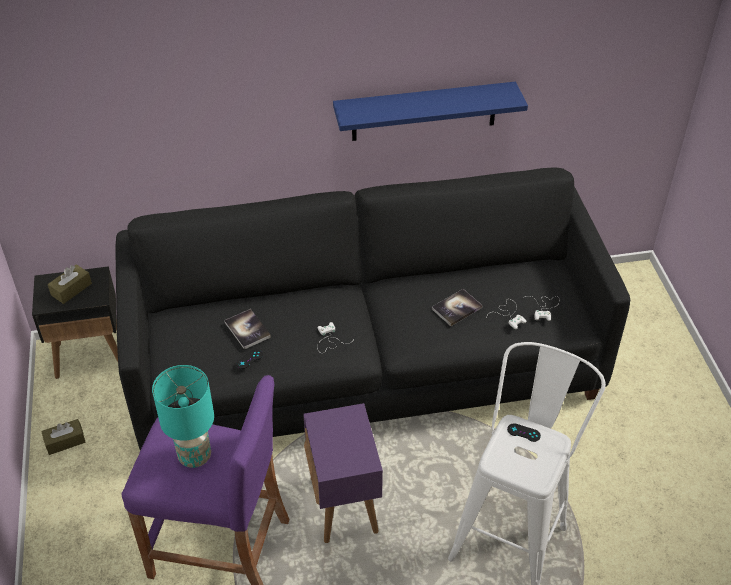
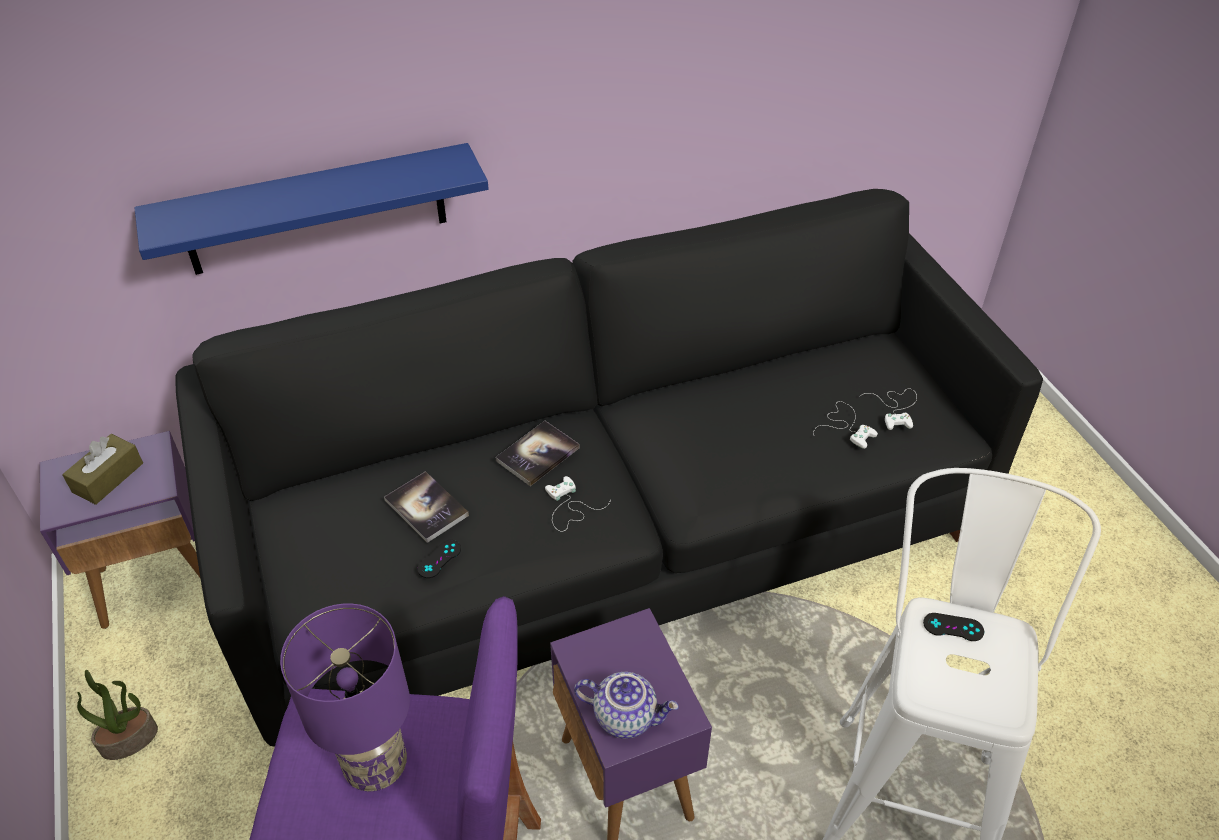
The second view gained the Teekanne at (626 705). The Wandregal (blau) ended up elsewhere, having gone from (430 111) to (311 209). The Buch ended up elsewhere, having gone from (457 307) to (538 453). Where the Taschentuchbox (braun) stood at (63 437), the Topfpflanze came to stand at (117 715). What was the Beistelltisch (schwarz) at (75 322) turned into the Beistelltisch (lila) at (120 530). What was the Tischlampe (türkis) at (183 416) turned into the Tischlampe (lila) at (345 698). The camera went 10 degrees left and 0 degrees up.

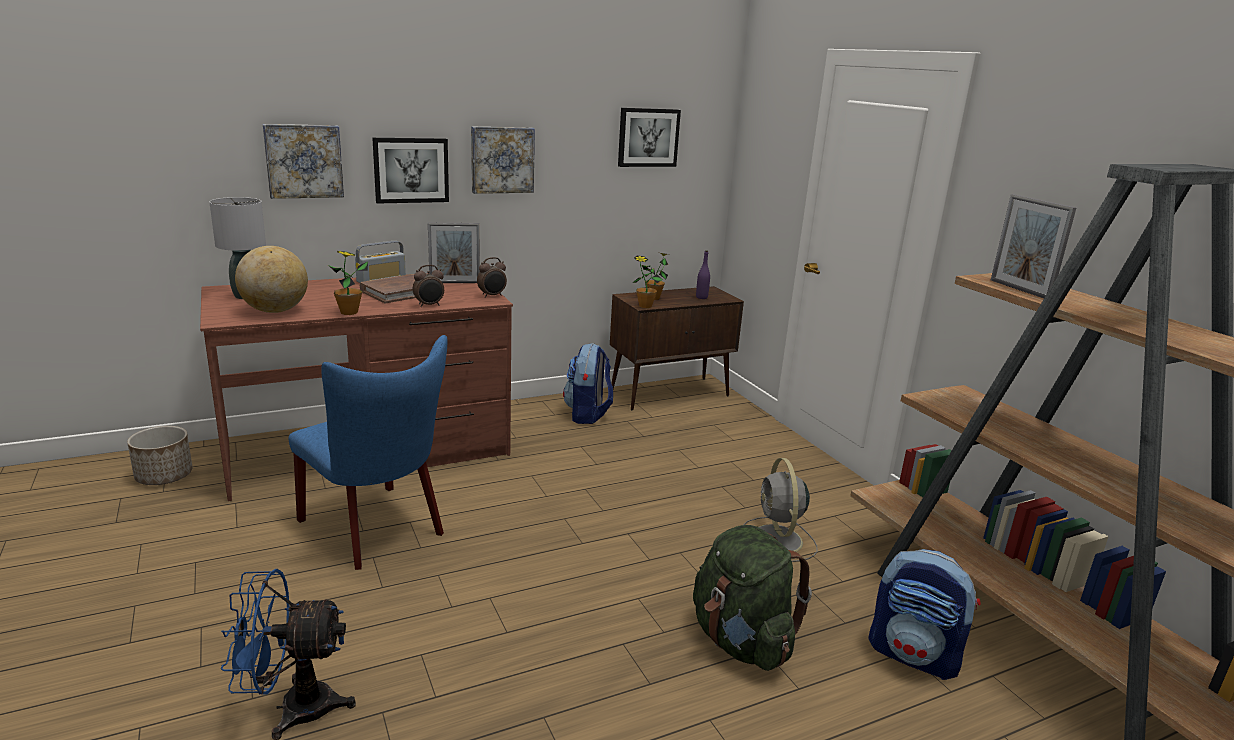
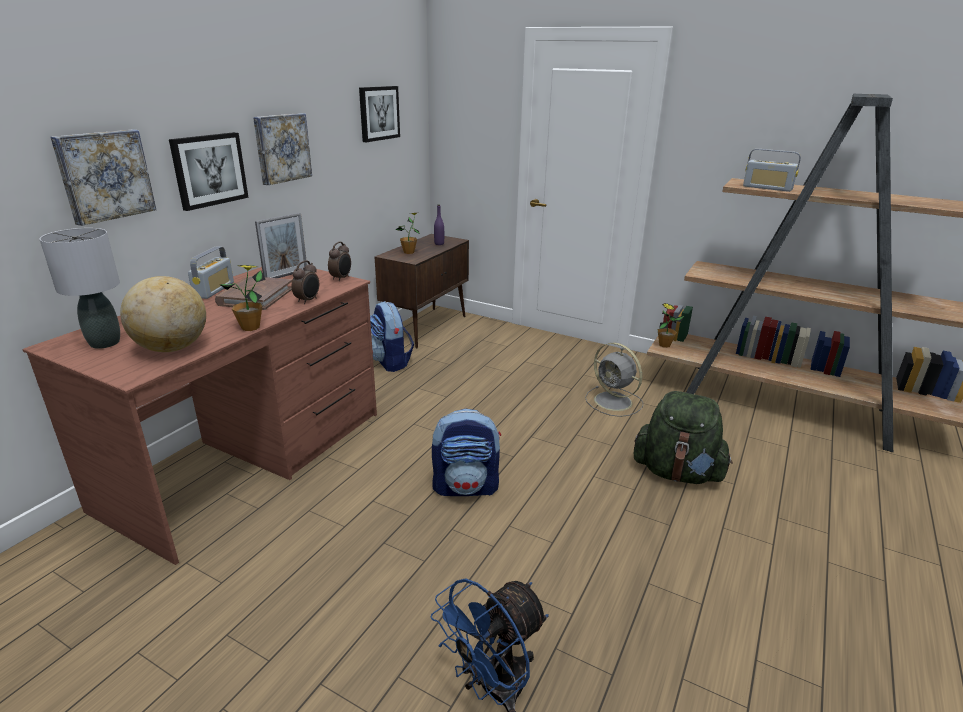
The second view lost the Pflanzkübel at (160 455). The second view lost the Stuhl (blau) at (368 452). The Topfpflanze ended up elsewhere, having gone from (648 282) to (671 325). The Rucksack ended up elsewhere, having gone from (925 614) to (466 452). Where the Bilderrahmen stood at (1033 246), the Radio came to stand at (772 170). The camera went 35 degrees left and 5 degrees up.

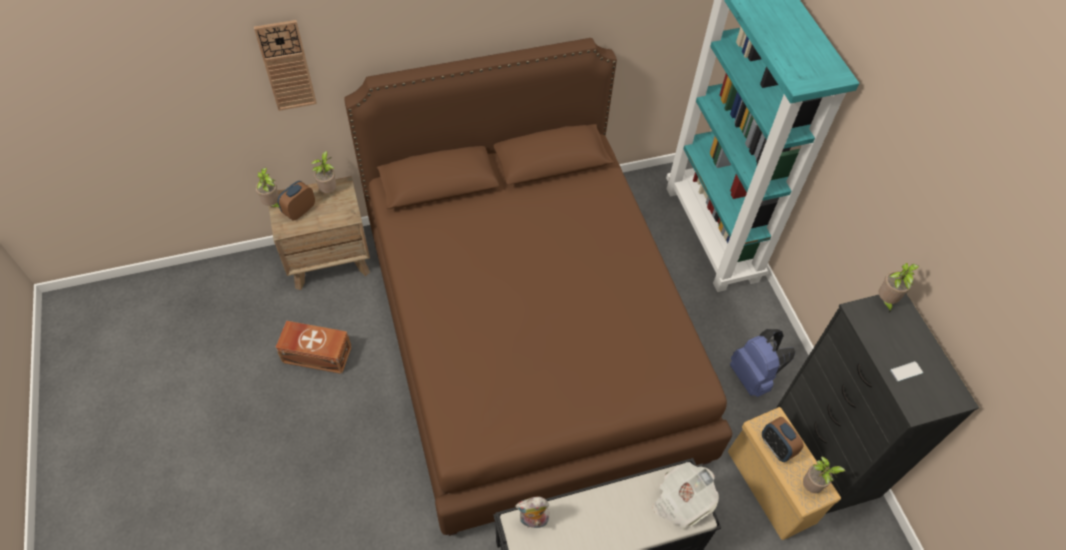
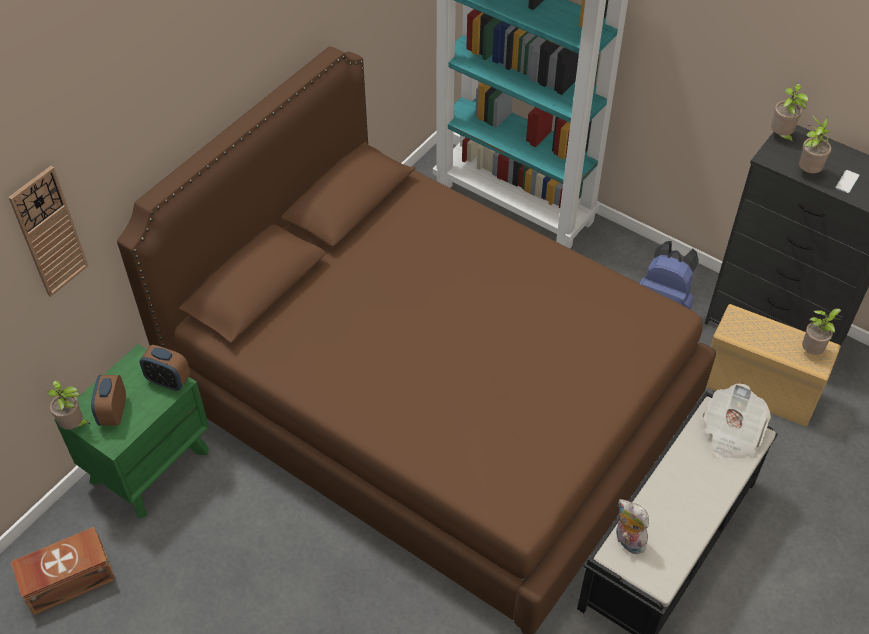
The Aufbewahrungsbox (braun) ended up elsewhere, having gone from (313 347) to (63 571). The Topfpflanze ended up elsewhere, having gone from (323 172) to (814 144). The Wecker ended up elsewhere, having gone from (783 439) to (165 368). What was the Nachttisch (braun) at (319 233) turned into the Nachttisch (grün) at (131 431). The Plüschtier at (532 512) ended up facing another way, 90 degrees clockwise from before. The camera went 35 degrees left and 5 degrees down.

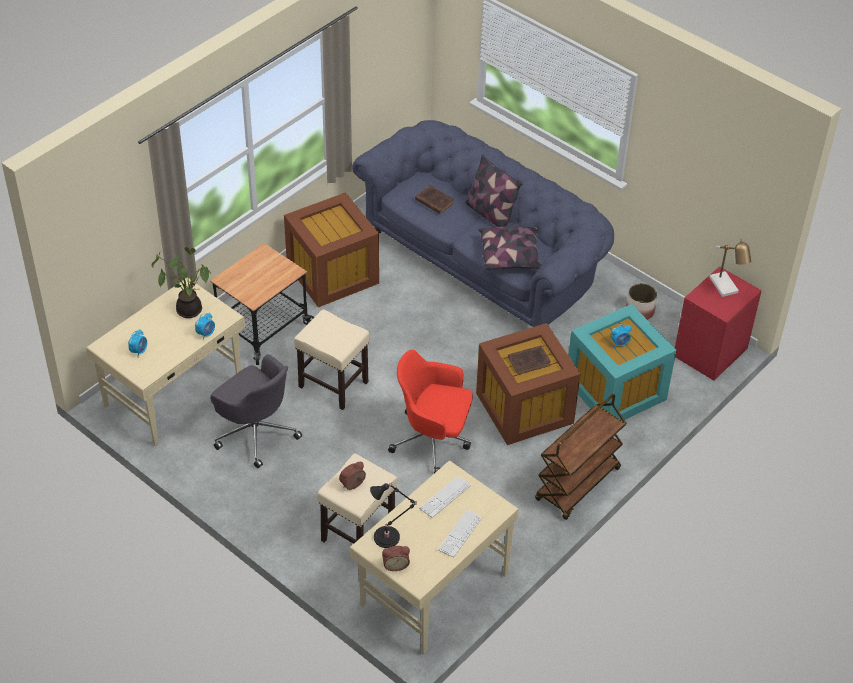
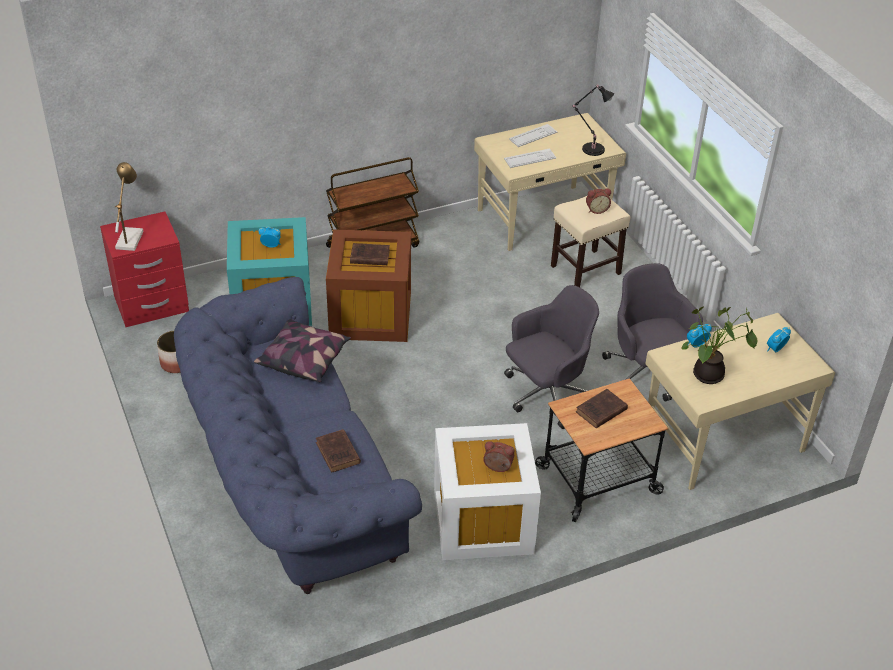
The second view lost the Bürostuhl (rot) at (430 411). The second view lost the Kissen at (494 190). The second view gained the Buch (braun) at (602 408). The Wecker ended up elsewhere, having gone from (396 558) to (498 456). Where the Hocker (beige) stood at (331 359), the Bürostuhl (grau) came to stand at (551 357). What was the Aufbewahrungsbox (braun) at (331 249) turned into the Aufbewahrungsbox (weiß) at (487 491). The camera went 155 degrees left and 5 degrees down.

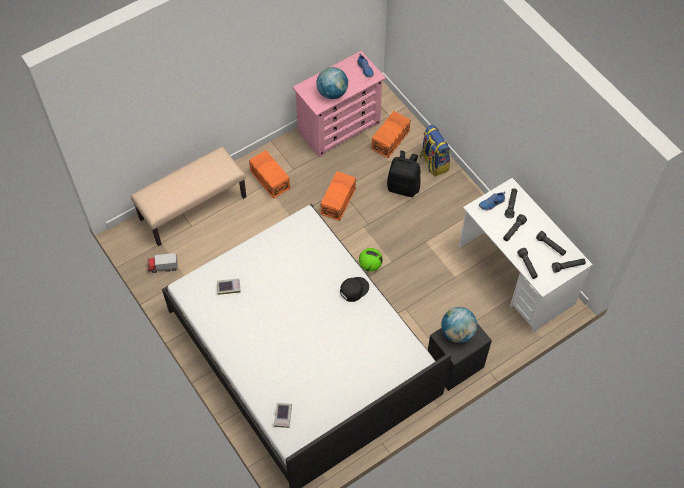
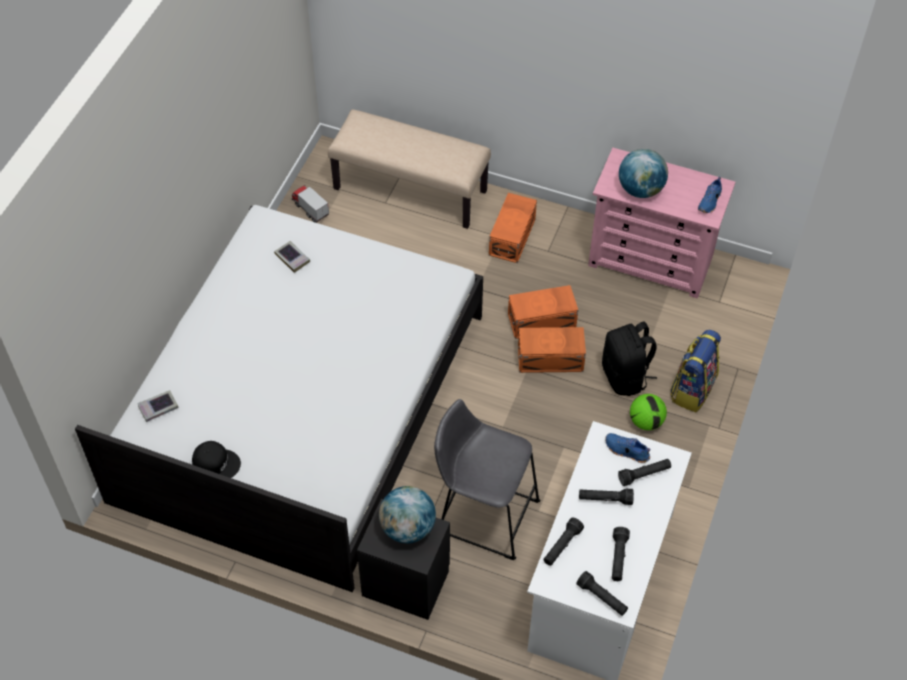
The second view gained the Hocker (grau) at (487 479). The Kappe (schwarz) ended up elsewhere, having gone from (354 289) to (216 459). The Fußball ended up elsewhere, having gone from (371 260) to (648 412). The Aufbewahrungsbox (orange) ended up elsewhere, having gone from (391 134) to (552 350). The camera went 55 degrees right and 5 degrees down.

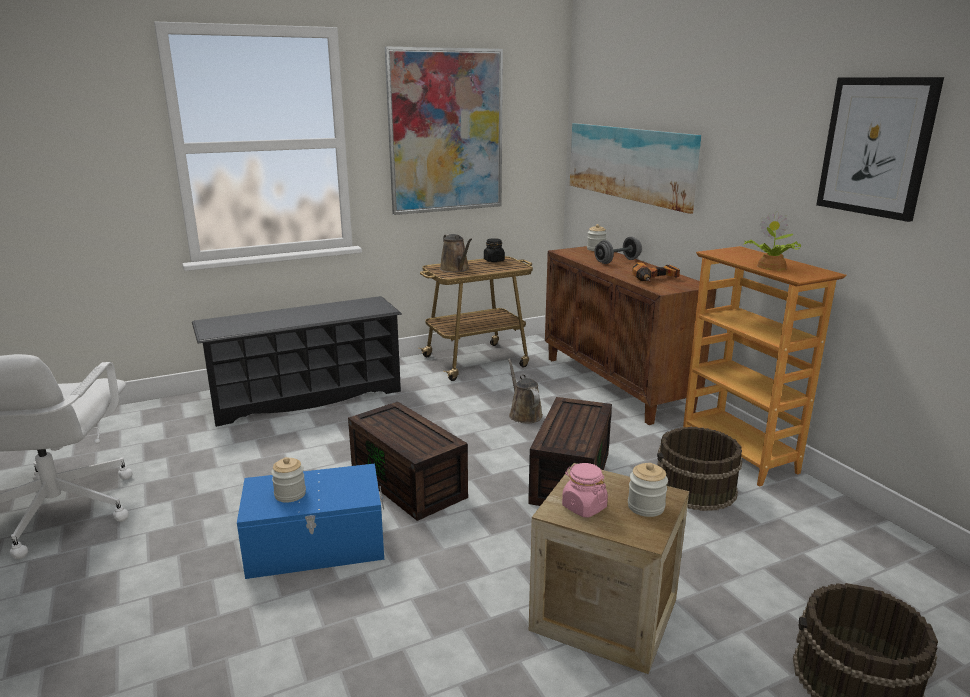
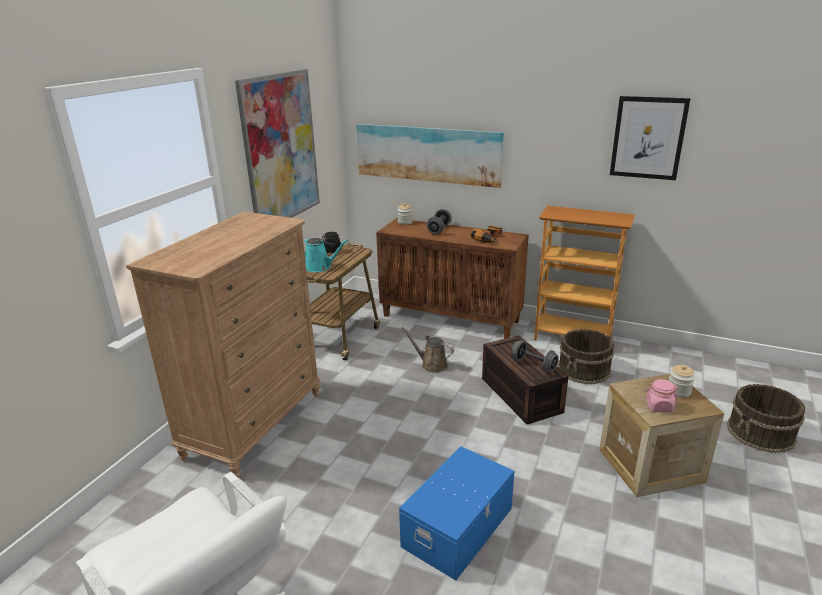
The second view lost the Vorratsglas at (288 480). The second view lost the Aufbewahrungsbox (braun) at (408 461). The second view lost the Topfpflanze at (772 240). The second view gained the Hantel (grau) at (535 356). Where the Schuhregal (schwarz) stood at (297 361), the Kommode (braun) came to stand at (223 345). What was the Gießkanne (braun) at (456 253) turned into the Gießkanne (türkis) at (325 255). The camera went 40 degrees left and 5 degrees up.

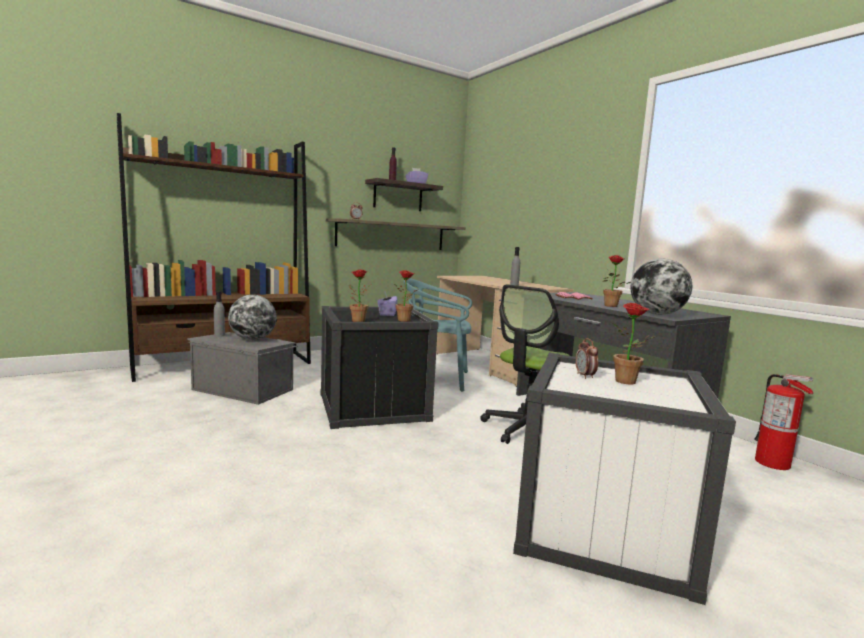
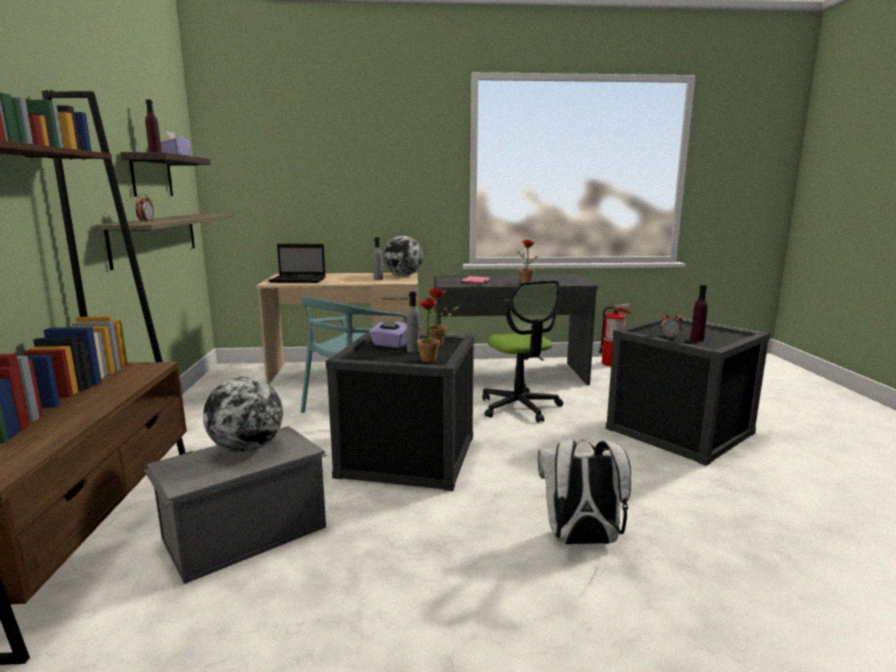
The second view lost the Topfpflanze at (634 344). The second view gained the Laptop at (297 263). The second view gained the Rucksack (weiß) at (584 492). The second view gained the Flasche (lila) at (699 313). The Flasche (grau) ended up elsewhere, having gone from (219 314) to (413 322). The Globus ended up elsewhere, having gone from (661 287) to (403 256). What was the Aufbewahrungsbox (weiß) at (624 479) turned into the Aufbewahrungsbox (schwarz) at (688 391). The camera went 60 degrees left and 5 degrees up.

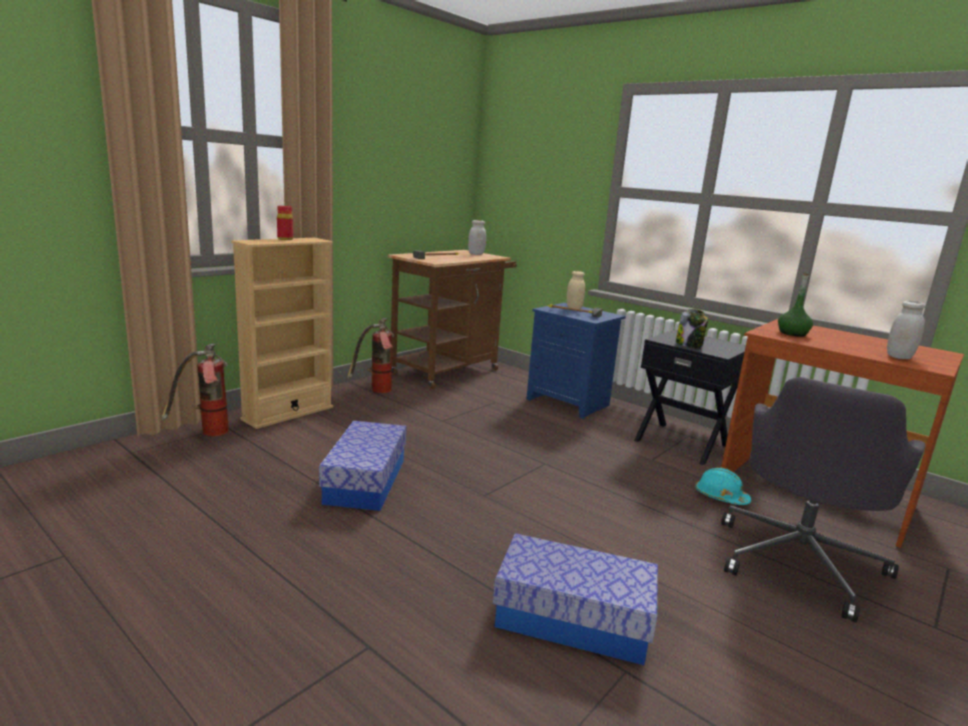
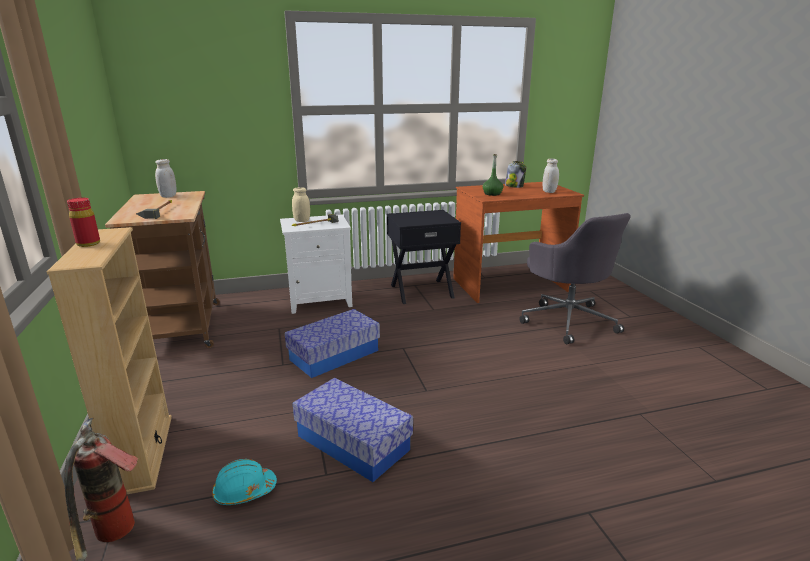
The second view lost the Feuerlöscher at (370 355). The Aufbewahrungsbox ended up elsewhere, having gone from (575 599) to (332 343). The Vorratsglas ended up elsewhere, having gone from (692 328) to (515 174). The Schutzhelm (türkis) ended up elsewhere, having gone from (723 486) to (244 482). What was the Nachttisch (blau) at (576 361) turned into the Nachttisch (weiß) at (316 264). The camera went 55 degrees left and 5 degrees up.

